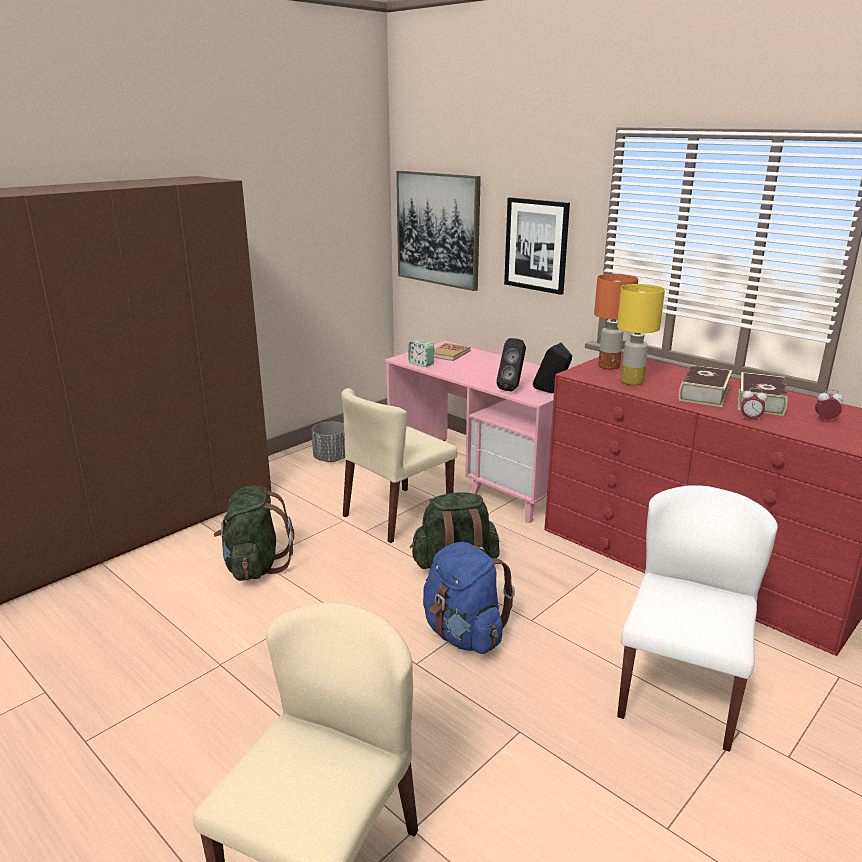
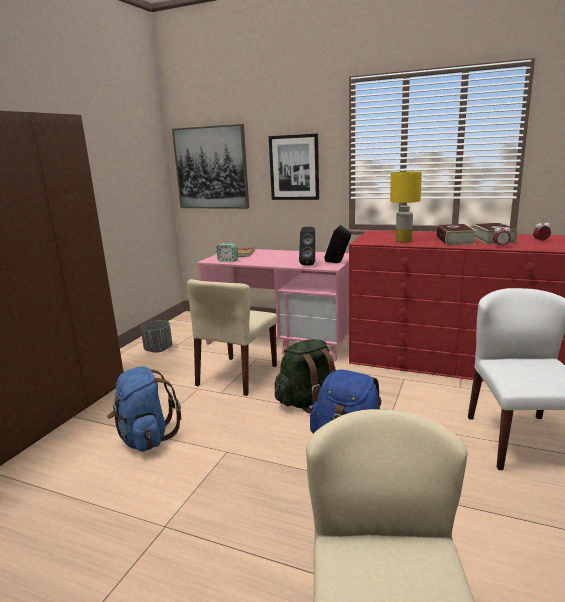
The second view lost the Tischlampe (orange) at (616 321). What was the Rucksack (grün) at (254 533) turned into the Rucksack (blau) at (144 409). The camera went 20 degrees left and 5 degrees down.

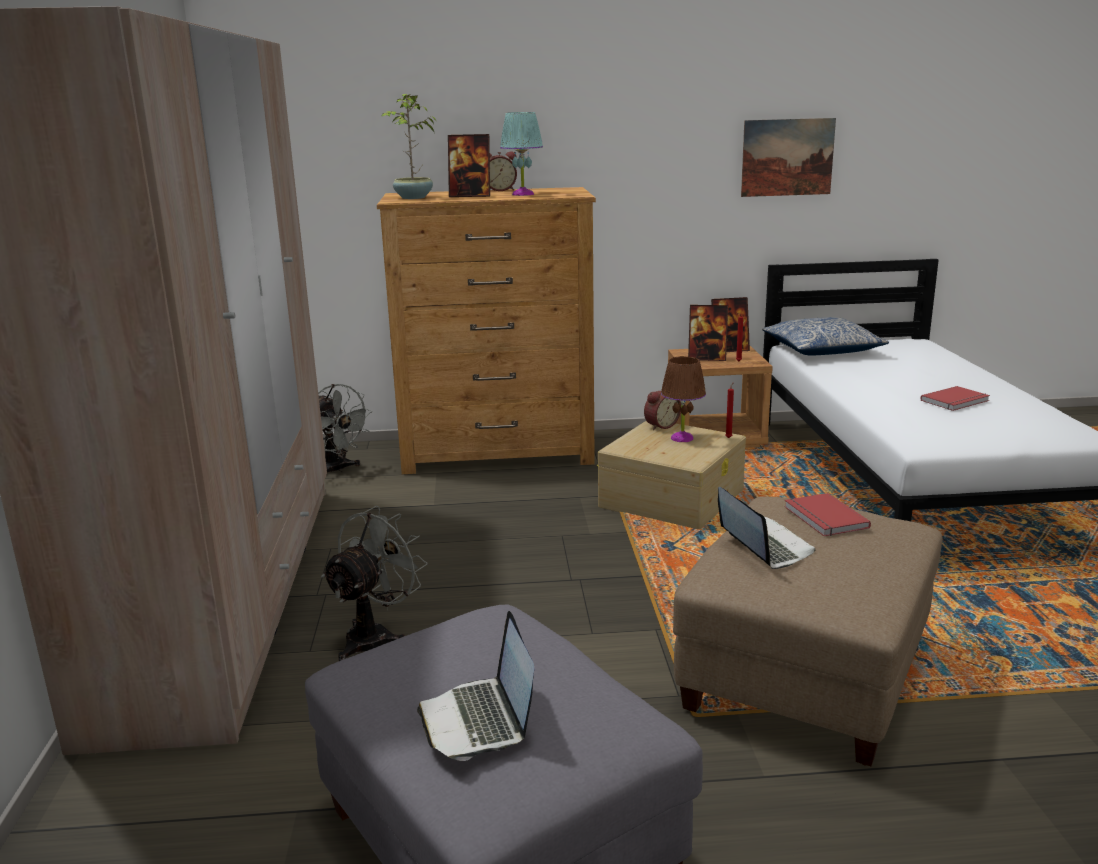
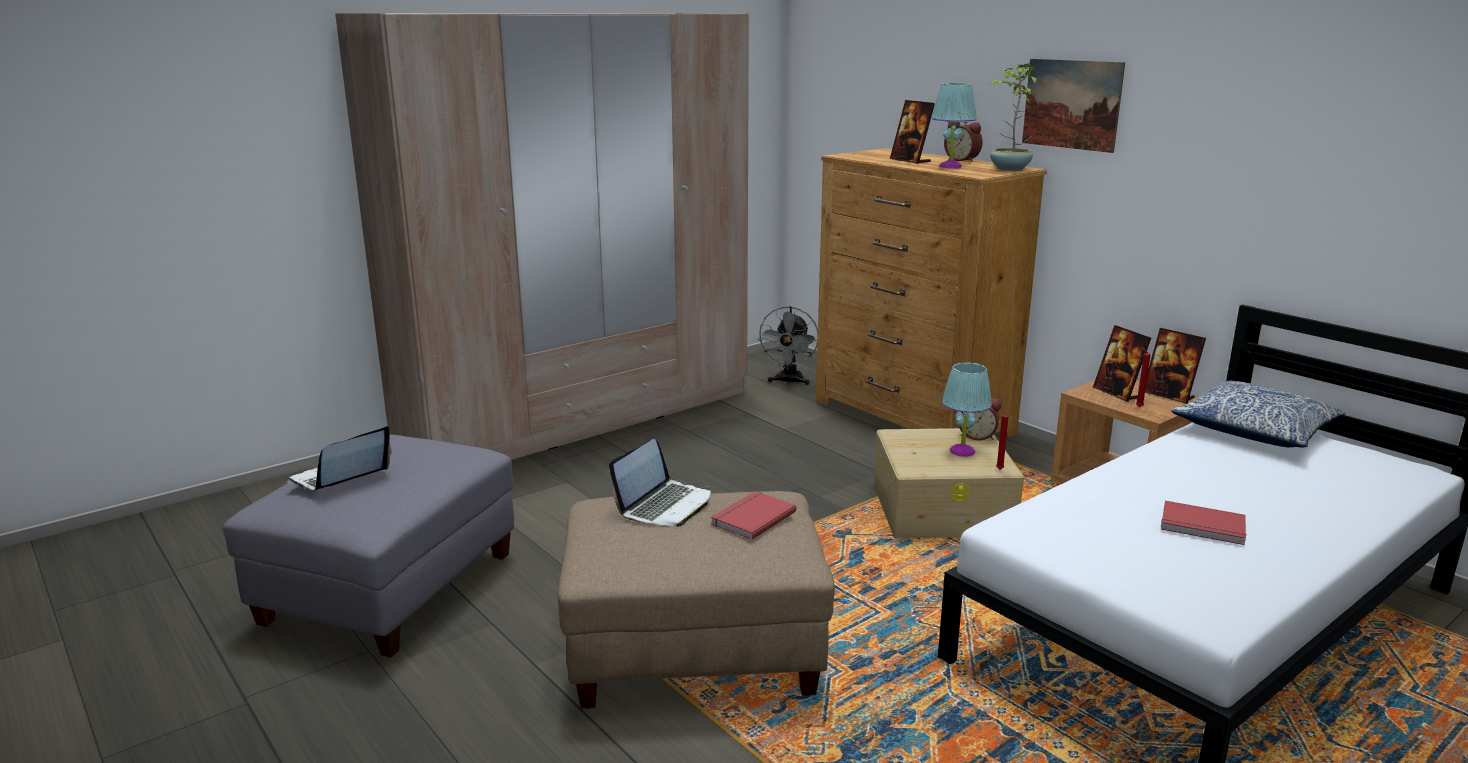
The second view lost the Ventilator (grau) at (374 583). The Topfpflanze ended up elsewhere, having gone from (409 146) to (1013 117). The Bild ended up elsewhere, having gone from (788 157) to (1073 106). What was the Tischlampe (braun) at (683 399) turned into the Tischlampe (türkis) at (967 409). The camera went 55 degrees right and 0 degrees up.

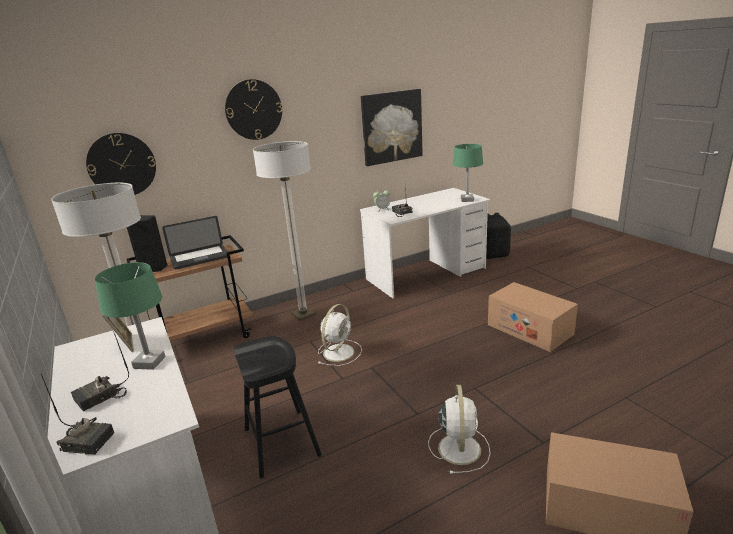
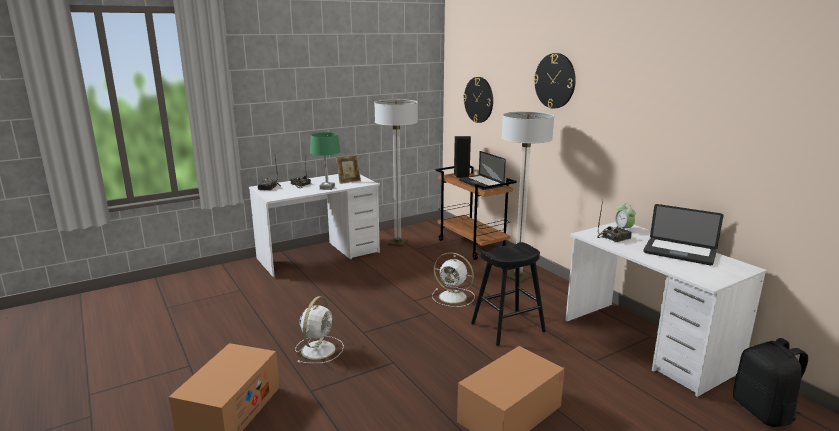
The second view lost the Bild at (392 127). The second view lost the Tischlampe (grün) at (468 173). The second view gained the Laptop at (683 234). The Hocker (schwarz) ended up elsewhere, having gone from (278 407) to (508 294). The Ventilator (weiß) at (459 429) ended up facing another way, 75 degrees counterclockwise from before. The camera went 85 degrees right and 5 degrees down.

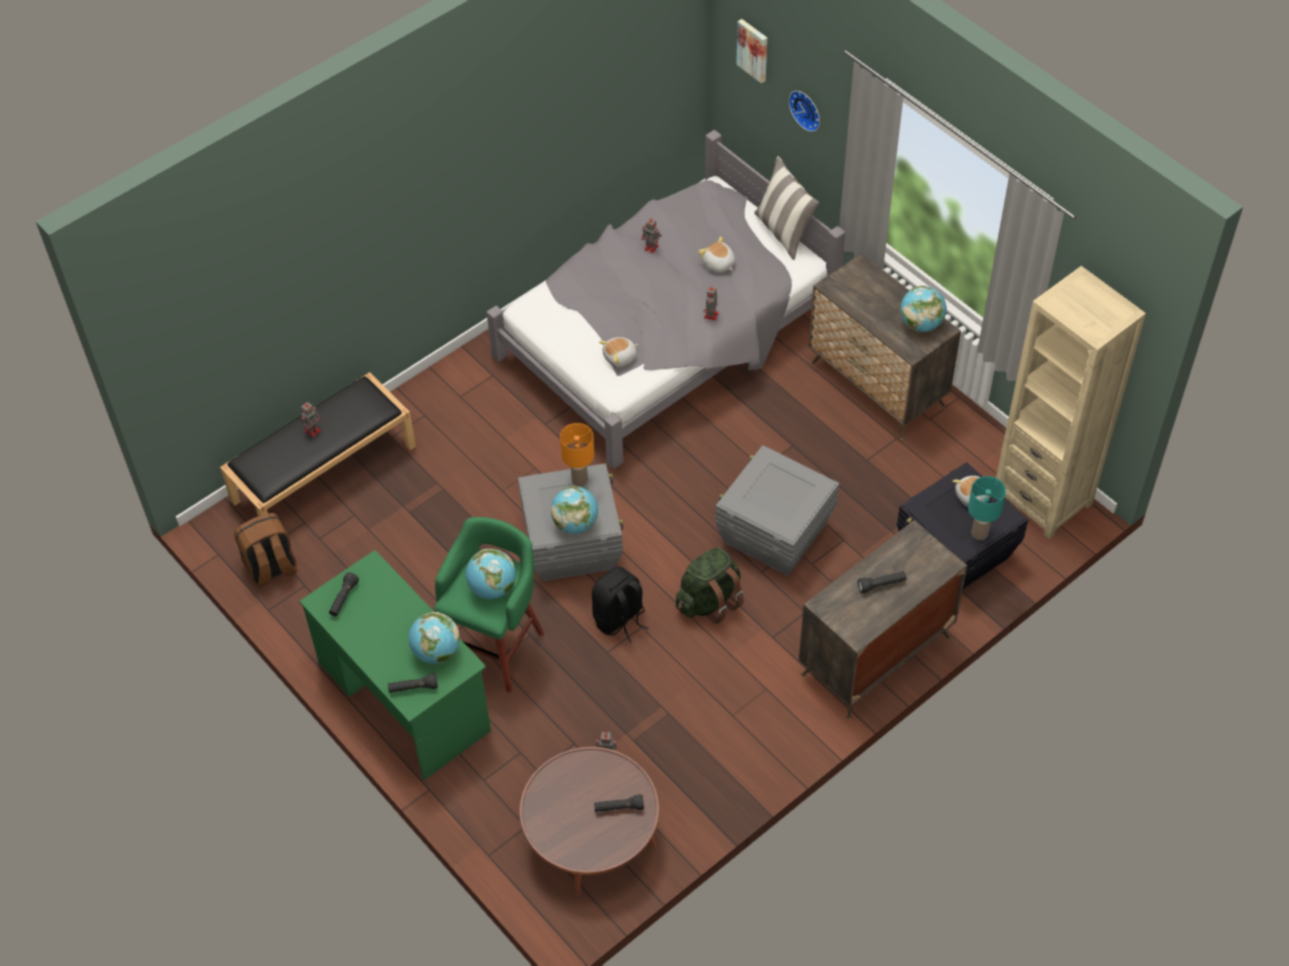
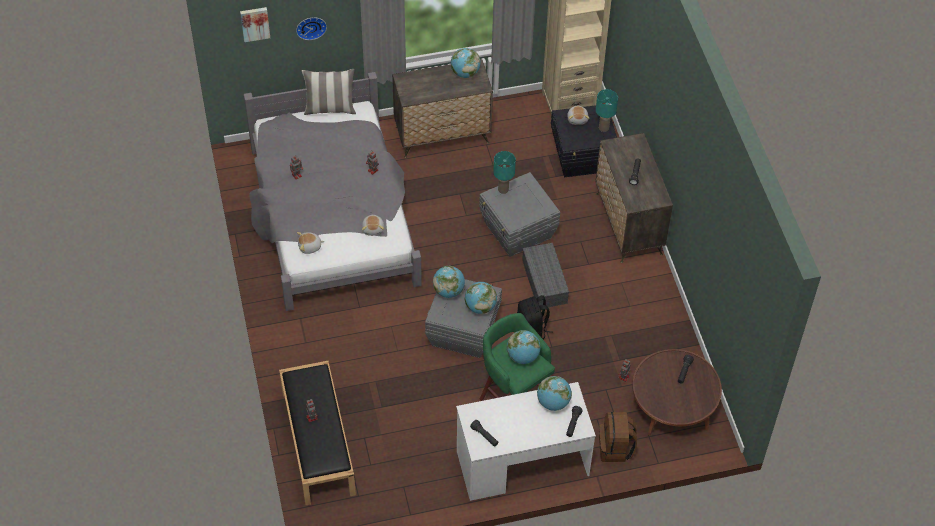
The second view gained the Tischlampe (türkis) at (504 172). The Rucksack (braun) ended up elsewhere, having gone from (265 550) to (618 437). The Plüschtier ended up elsewhere, having gone from (717 254) to (310 243). Where the Tischlampe (orange) stood at (577 454), the Globus came to stand at (449 282). Where the Rucksack (grün) stood at (710 585), the Aufbewahrungsbox (grau) came to stand at (545 275). What was the Schreibtisch (grün) at (395 665) turned into the Schreibtisch (weiß) at (526 441). The camera went 65 degrees left and 0 degrees up.

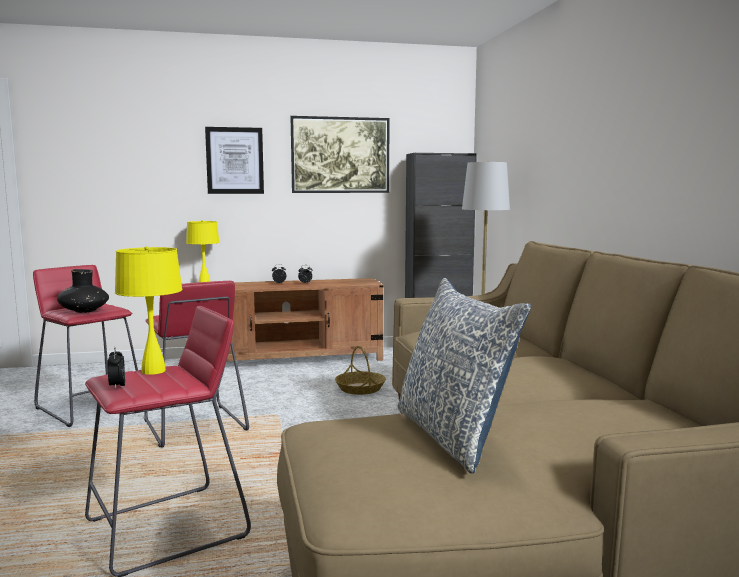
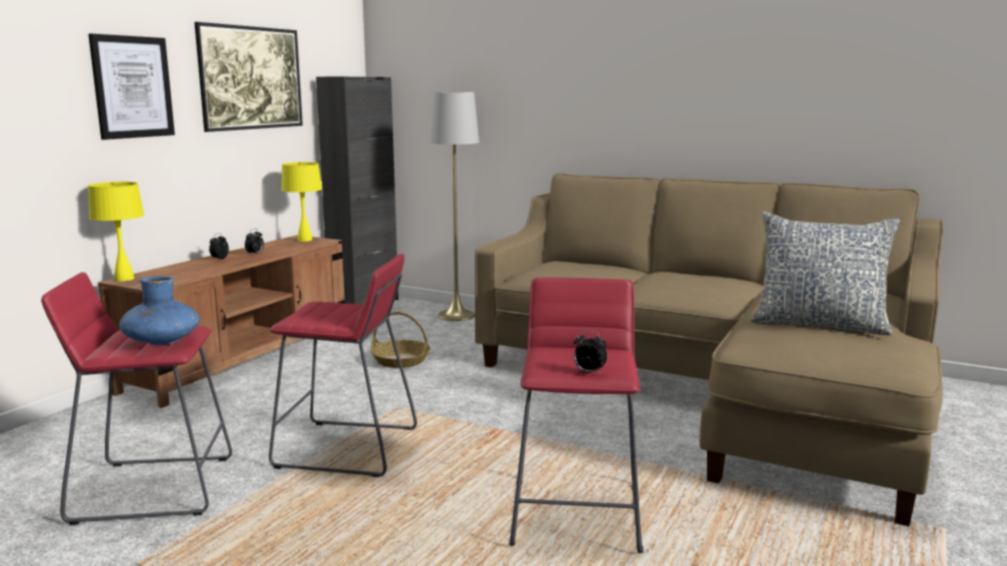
The Tischlampe (gelb) ended up elsewhere, having gone from (149 310) to (301 202). What was the Vase (schwarz) at (83 291) turned into the Vase (blau) at (159 310). The camera went 50 degrees left and 5 degrees up.

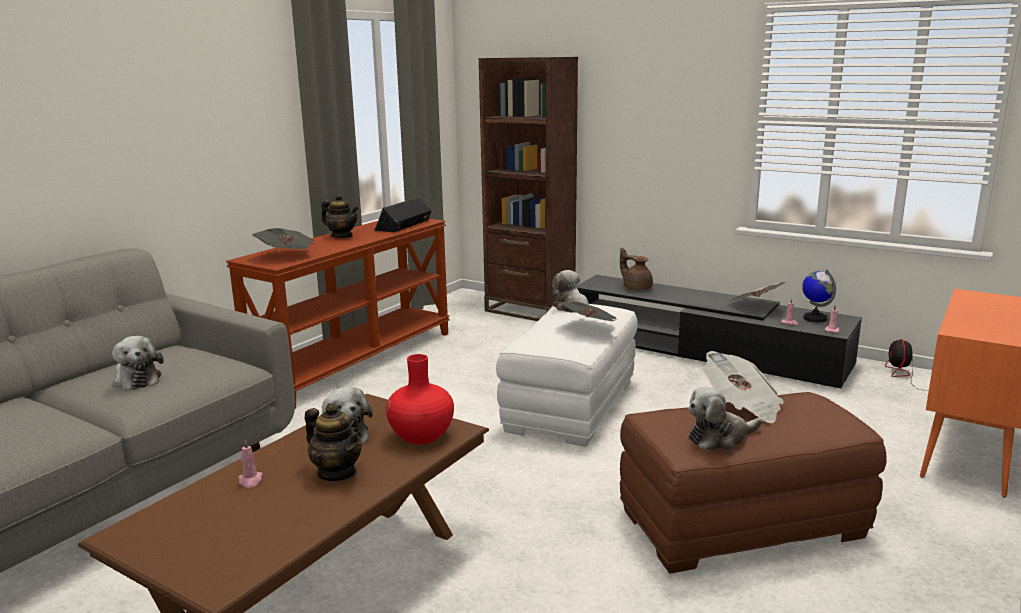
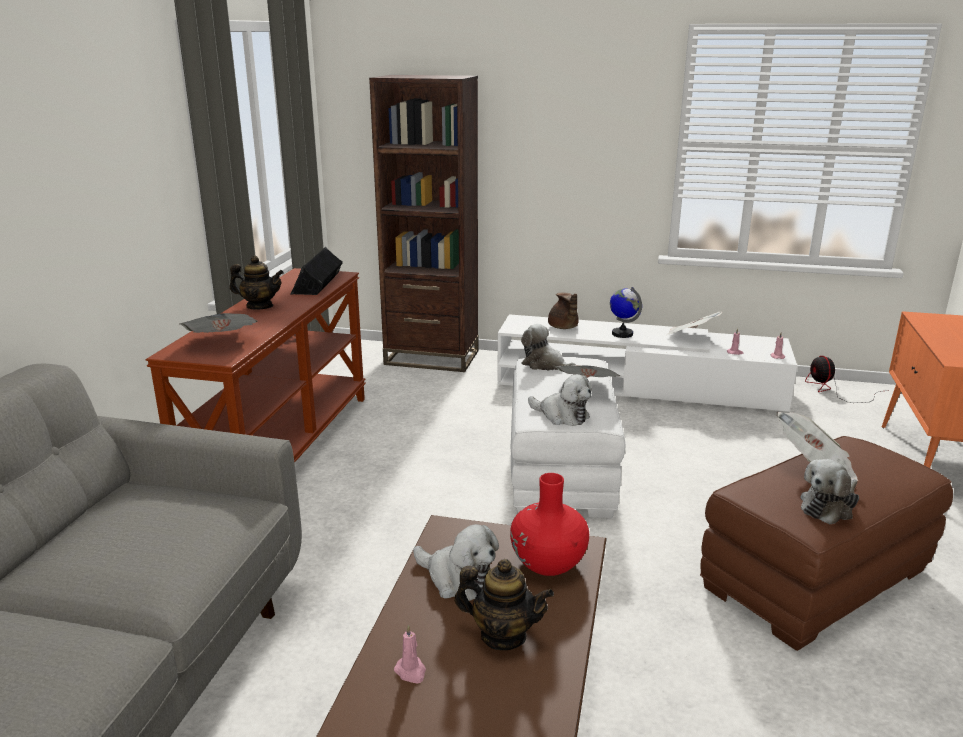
The Plüschtier ended up elsewhere, having gone from (138 363) to (560 400). The Globus ended up elsewhere, having gone from (819 296) to (626 312). What was the Fernsehschrank (schwarz) at (719 331) turned into the Fernsehschrank (weiß) at (647 363). The Teekanne (braun) at (636 269) ended up facing another way, 135 degrees counterclockwise from before. The camera went 20 degrees left and 5 degrees up.

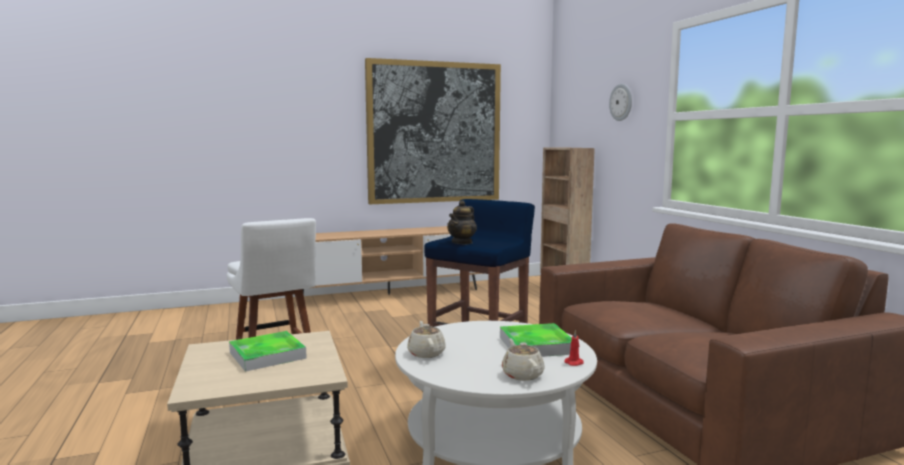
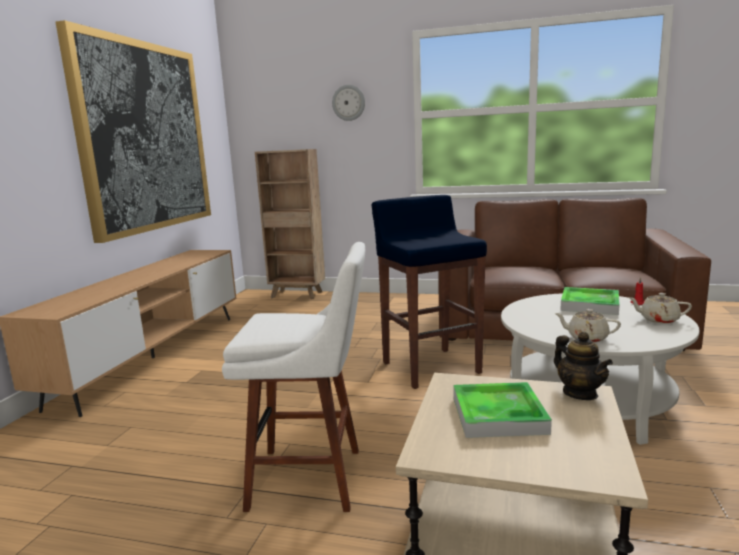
The Teekanne ended up elsewhere, having gone from (462 222) to (583 366). The camera went 55 degrees left and 5 degrees up.

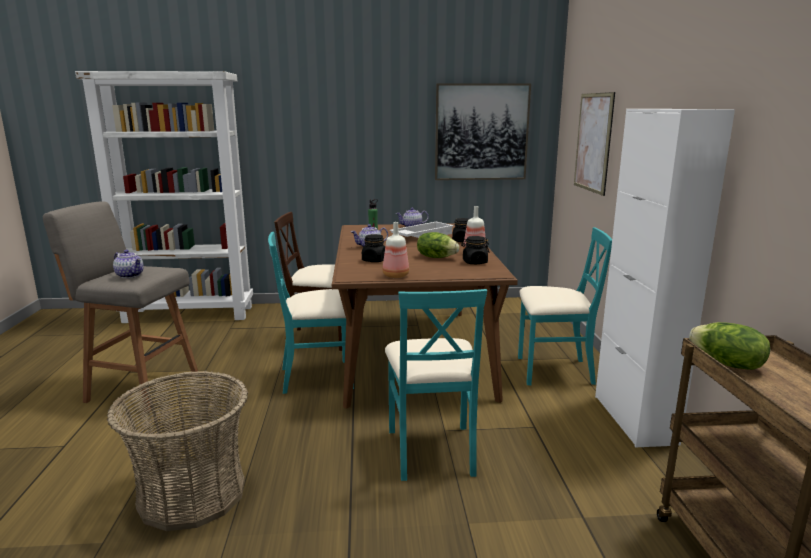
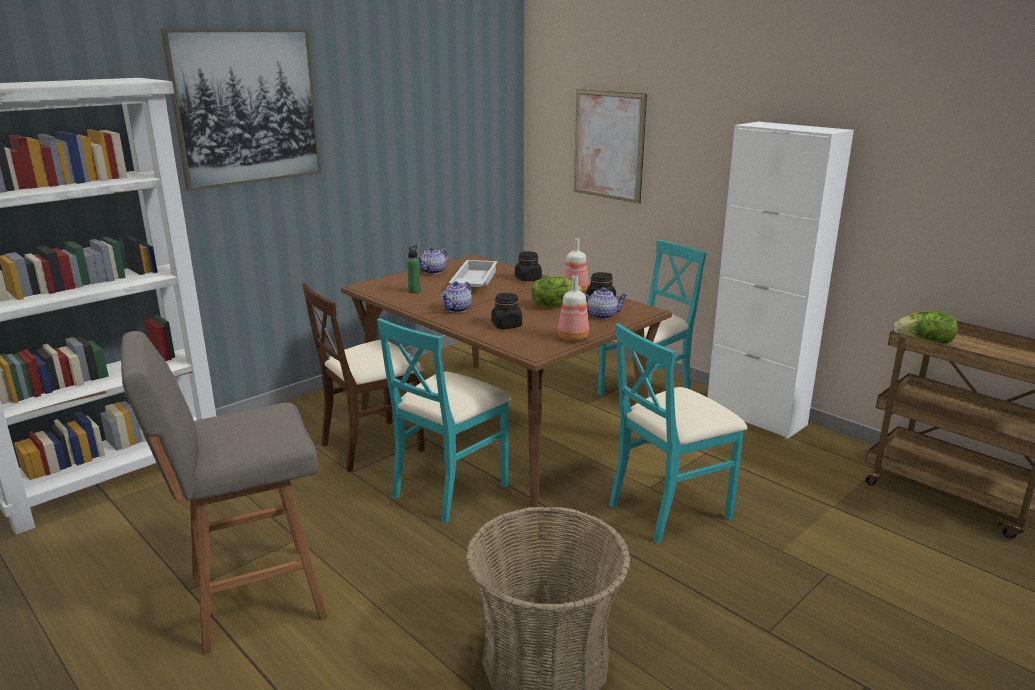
The Teekanne ended up elsewhere, having gone from (128 264) to (606 303). The Bild ended up elsewhere, having gone from (483 131) to (241 110). The Stuhl (türkis) at (436 385) ended up facing another way, 105 degrees clockwise from before. The camera went 40 degrees left and 5 degrees up.

